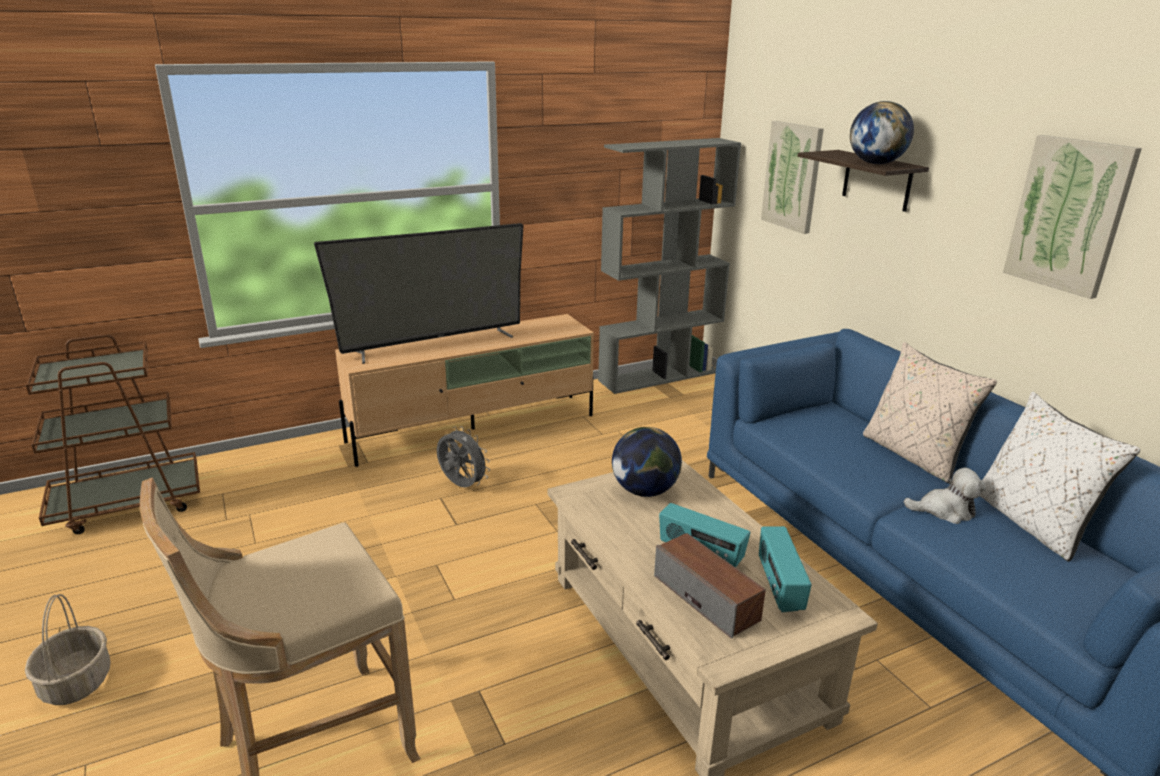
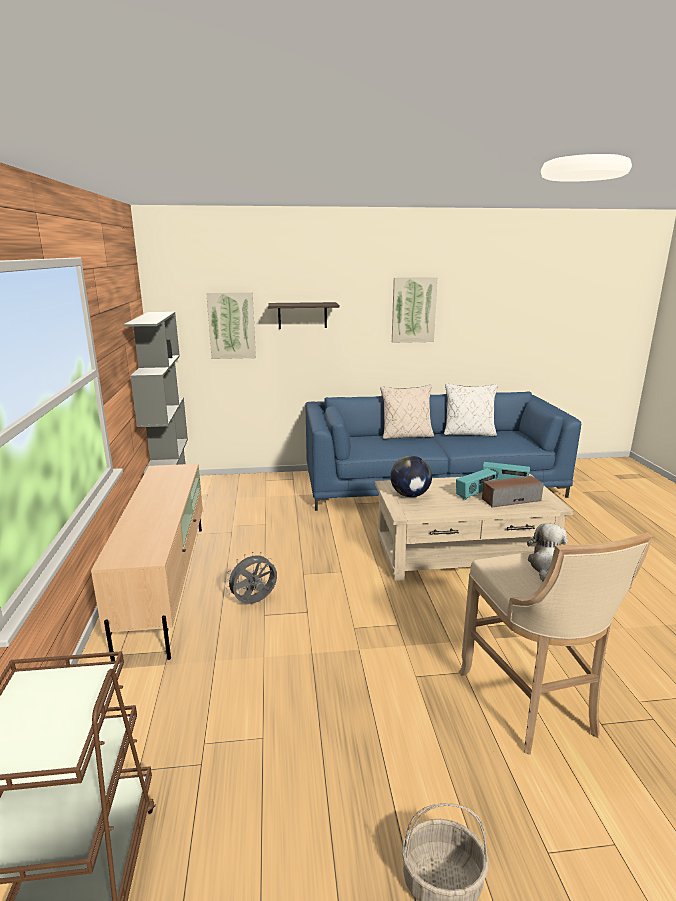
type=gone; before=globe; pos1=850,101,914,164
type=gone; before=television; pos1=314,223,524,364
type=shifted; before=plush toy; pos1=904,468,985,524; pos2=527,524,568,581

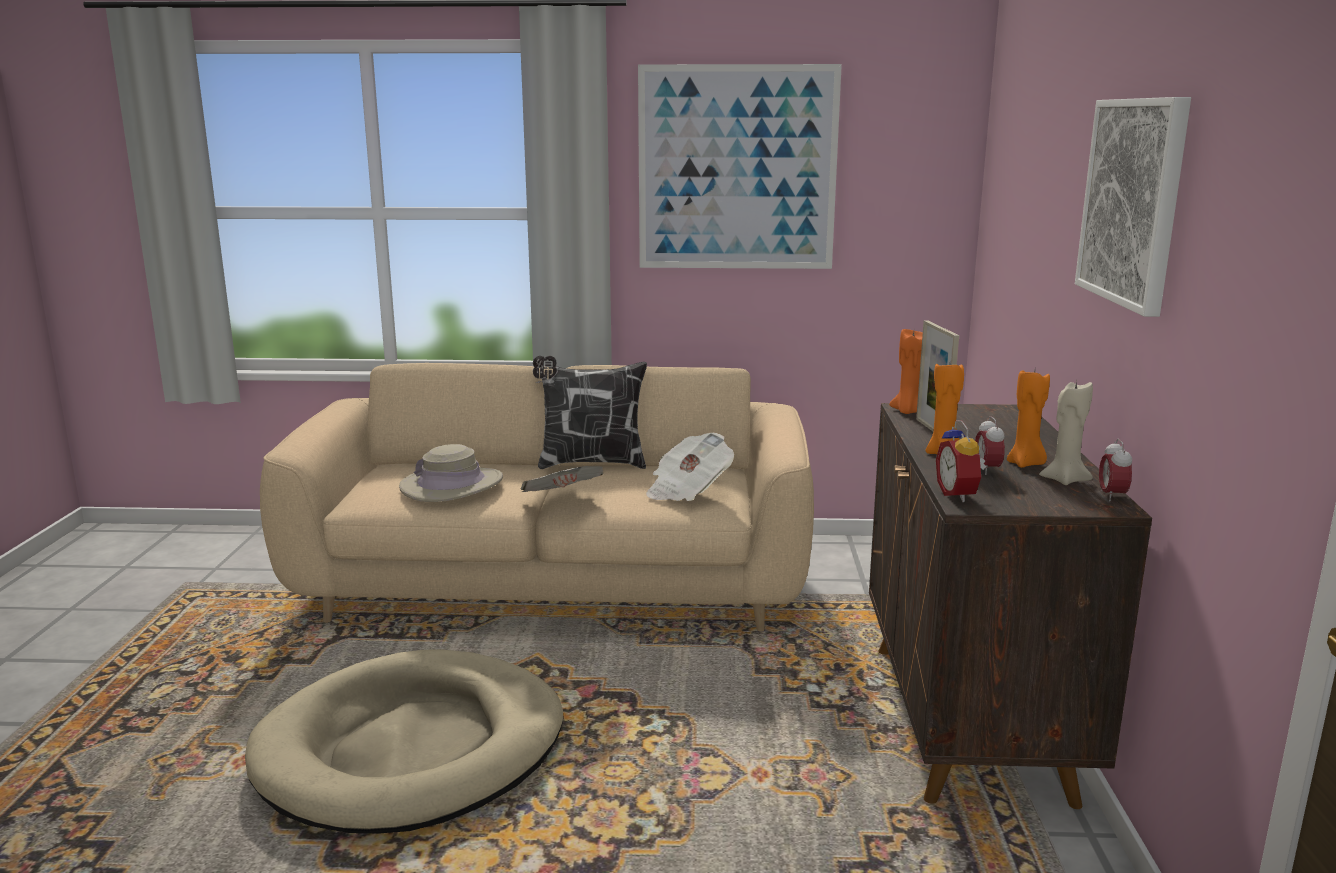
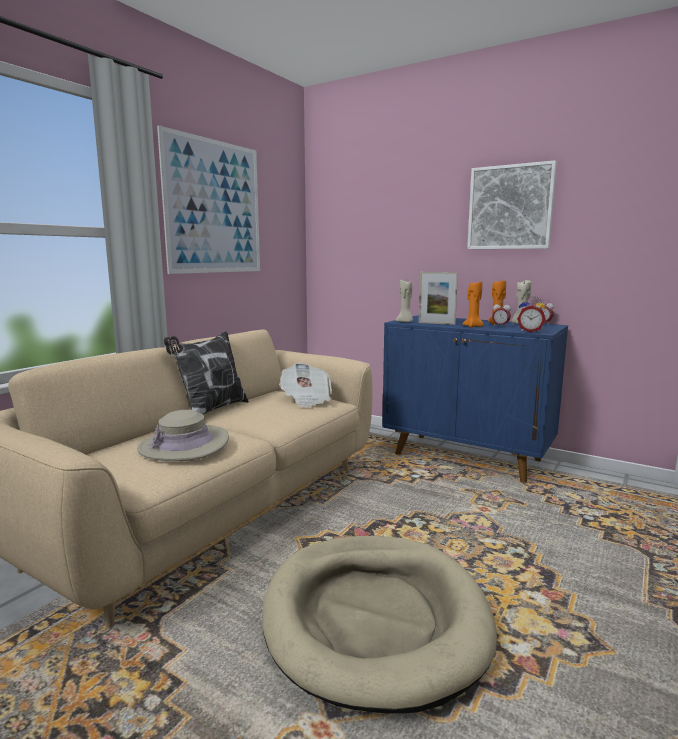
type=repainted; before=candle (orange); after=candle (beige); pos1=889,329,923,414; pos2=396,280,413,322
type=repainted; before=cabinet (brown); after=cabinet (blue); pos1=869,403,1152,809; pos2=382,316,568,483
type=gone; before=newspaper; pos1=521,466,603,492

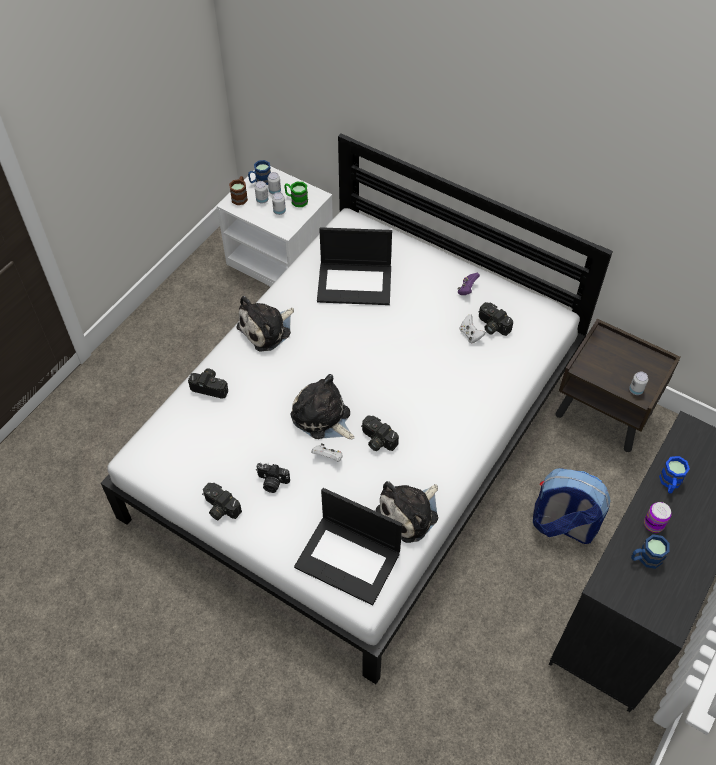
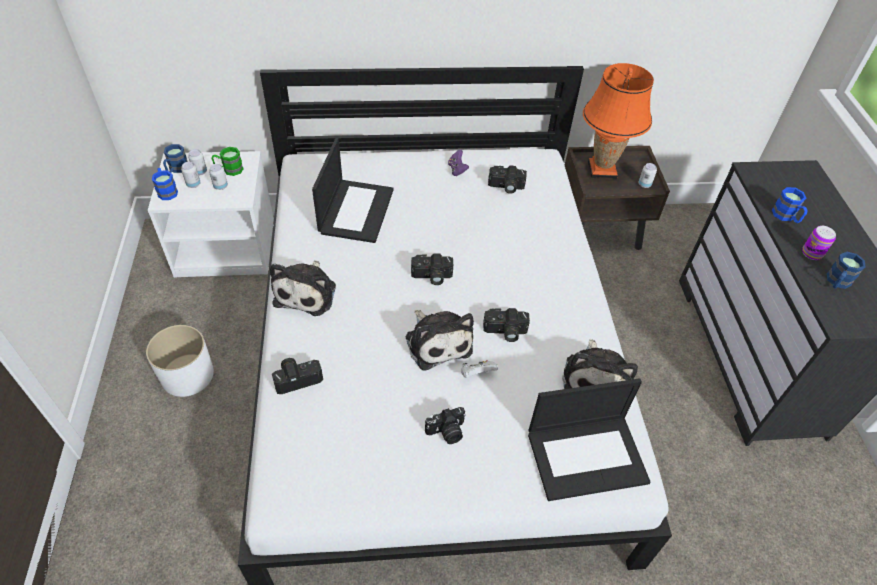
type=repainted; before=mug (brown); after=mug (blue); pos1=229,176,248,205; pos2=152,168,178,200
type=rotated; before=laptop; pos1=317,227,392,305; pos2=312,138,394,243; turn=-45
type=gone; before=game controller (white); pos1=460,314,486,343
type=rotated; before=plush toy; pos1=291,374,355,439; pos2=406,310,474,371; turn=-120
type=gone; before=backpack; pos1=533,468,611,544
type=shifted; before=photo camera; pos1=202,483,242,520; pos2=411,253,453,285
type=new; after=table lamp (orange); pos2=583,63,654,180
type=new; after=planter (white); pos2=146,325,214,397

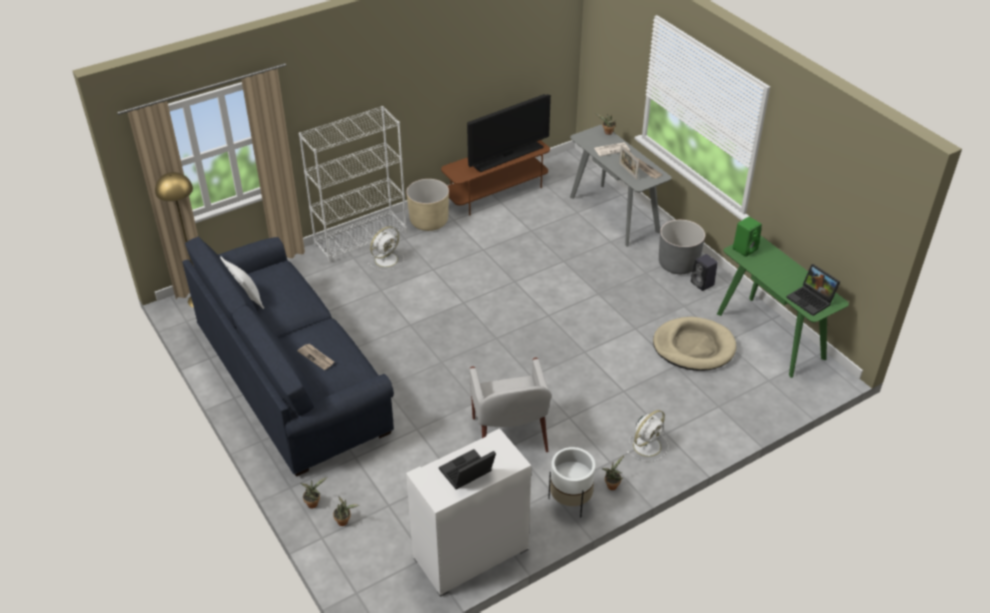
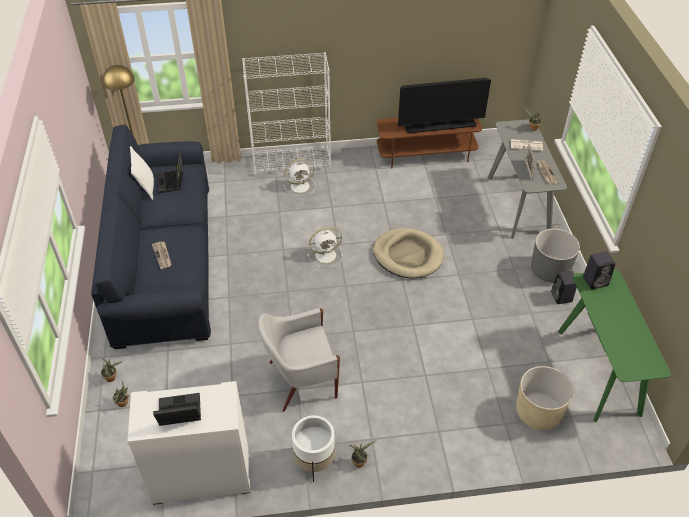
type=shifted; before=planter (beige); pos1=406,179,449,231; pos2=516,366,573,430
type=repainted; before=speaker (green); after=speaker (black); pos1=733,217,762,257; pos2=583,251,615,289
type=shifted; before=laptop; pos1=786,264,840,316; pos2=157,153,183,193
type=shifted; before=dog bed (beige); pos1=653,317,737,371; pos2=373,228,444,278
type=rotated; before=armchair (white); pos1=470,358,552,452; pos2=258,308,340,412; turn=60
type=shifted; before=fan (white); pos1=627,410,668,462; pos2=308,228,343,267

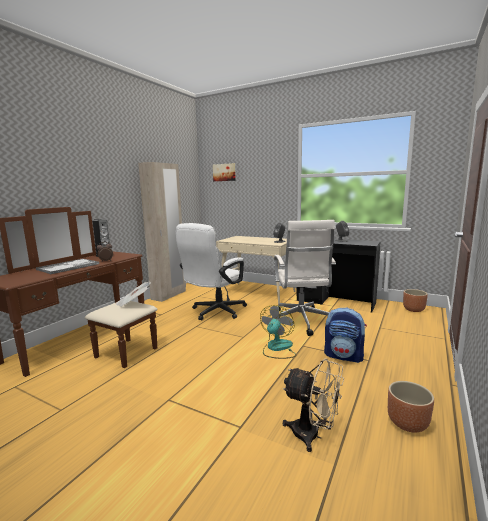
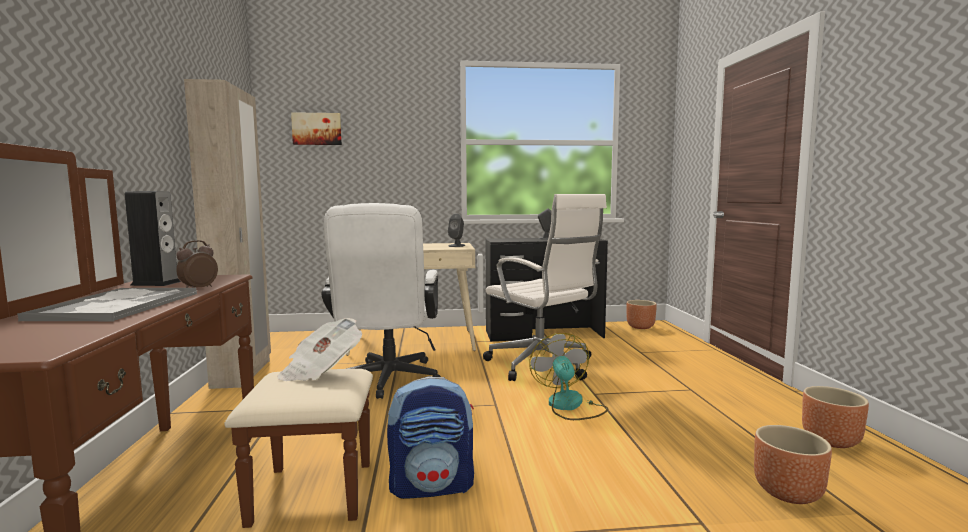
type=shifted; before=backpack; pos1=324,308,367,363; pos2=387,376,474,499
type=swapped; before=fan (beige); after=planter (brown); pos1=282,358,344,452; pos2=754,425,832,504

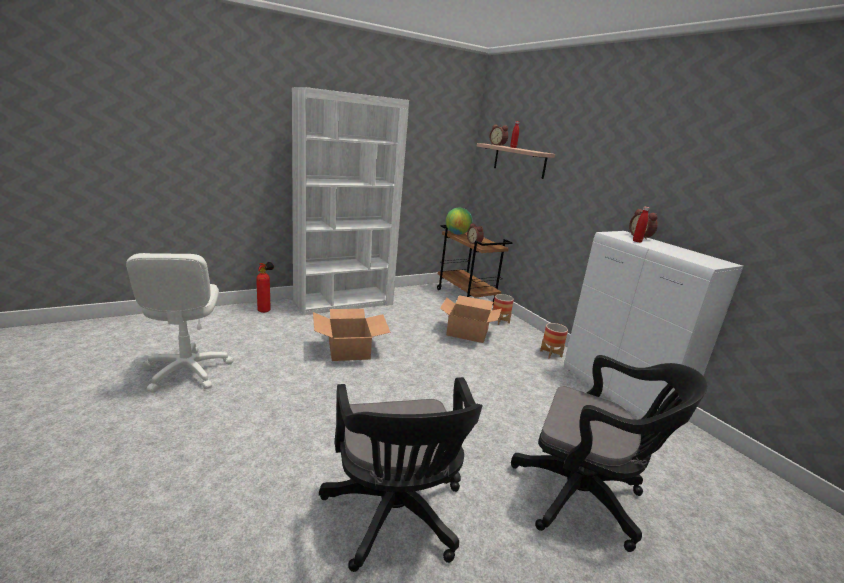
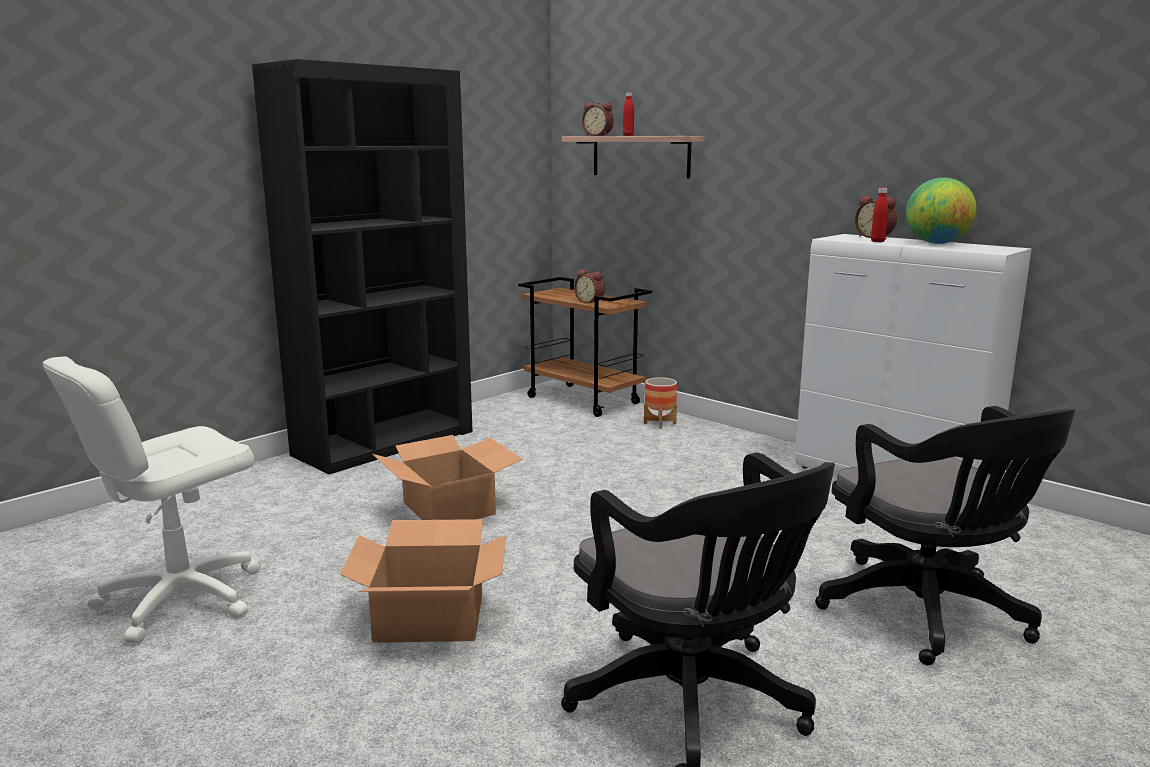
type=repainted; before=bookcase (white); after=bookcase (black); pos1=292,87,409,315; pos2=252,59,473,474
type=shifted; before=globe; pos1=446,208,472,235; pos2=906,177,977,244
type=rotated; before=office chair (white); pos1=126,253,233,392; pos2=42,356,261,643; turn=75
type=gone; before=fire extinguisher; pos1=256,262,274,313
type=shifted; before=cardboard box; pos1=440,295,502,343; pos2=340,519,506,643
type=gone; before=planter; pos1=540,323,568,359
type=rotated; before=office chair (black); pos1=511,355,708,552; pos2=815,406,1075,665; turn=60

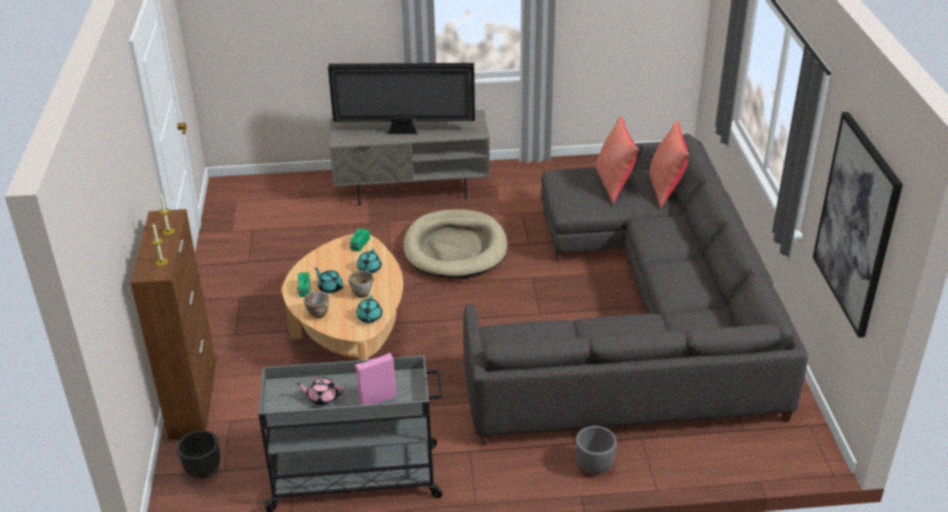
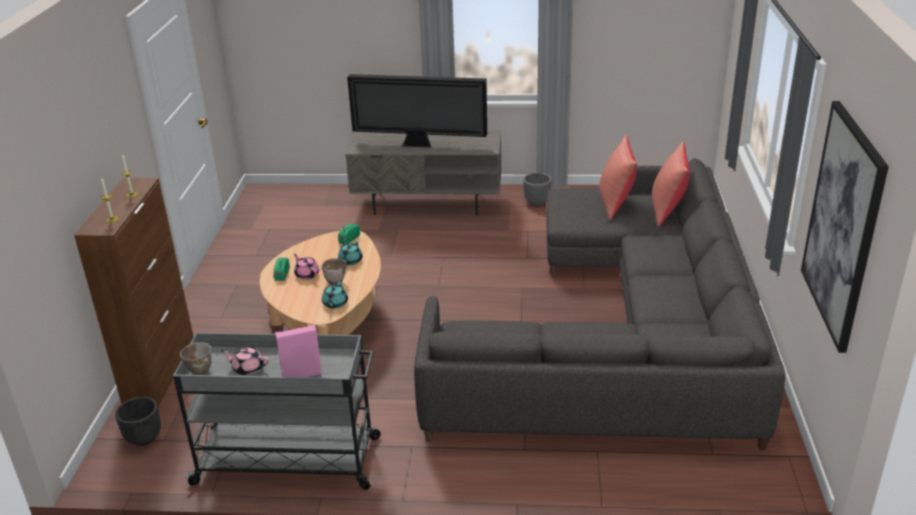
type=gone; before=dog bed (beige); pos1=403,209,507,278
type=repainted; before=teapot (turquoise); after=teapot (pink); pos1=315,268,344,293; pos2=294,254,319,280
type=shifted; before=bowl; pos1=304,291,329,318; pos2=180,342,212,375
type=shifted; before=planter (grey); pos1=576,426,617,474; pos2=523,173,552,206

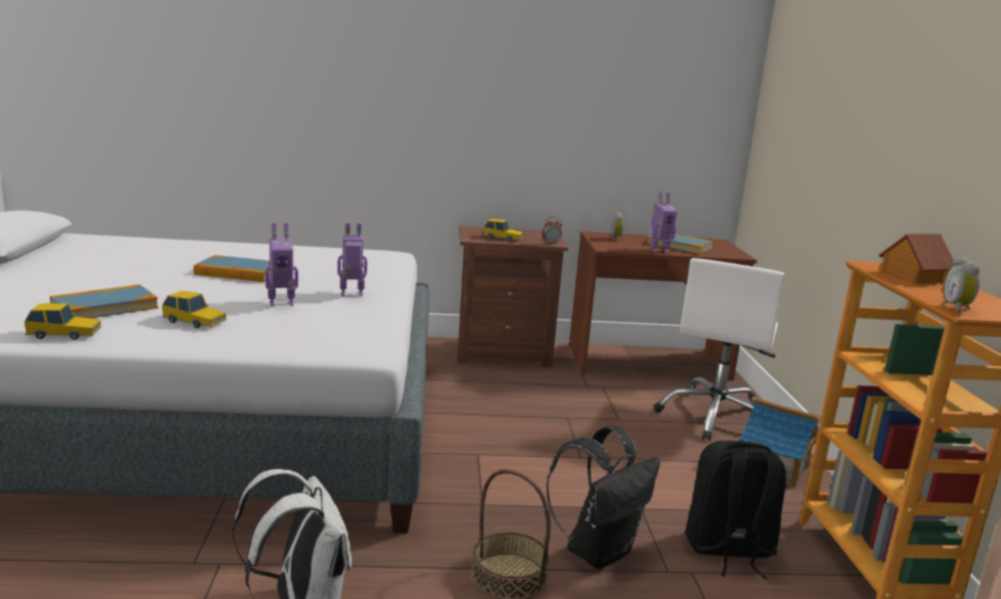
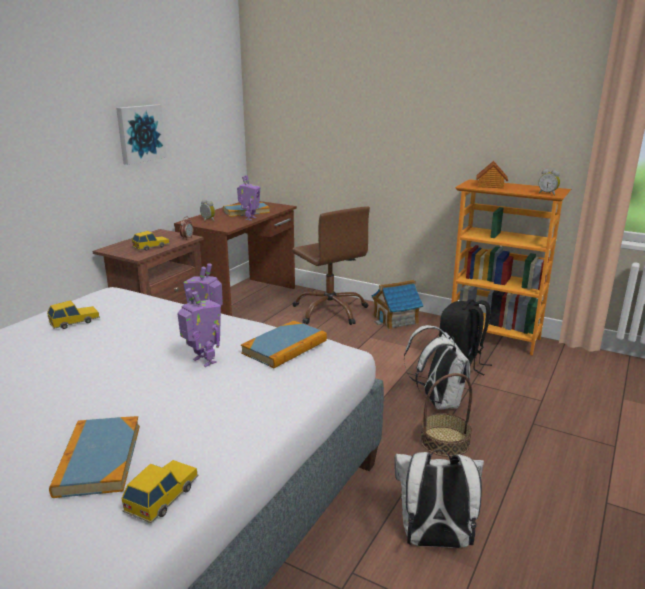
type=rotated; before=toy robot; pos1=265,223,298,306; pos2=177,288,221,367; turn=-60
type=shifted; before=book; pos1=193,255,270,282; pos2=241,320,327,368
type=repainted; before=office chair (white); after=office chair (brown); pos1=654,258,784,441; pos2=292,206,370,325
type=shifted; before=toy car; pos1=162,291,227,328; pos2=47,300,100,329
type=repainted; before=backpack (black); after=backpack (white); pos1=546,426,660,569; pos2=404,325,470,410
type=new; after=picture; pos2=116,105,167,165

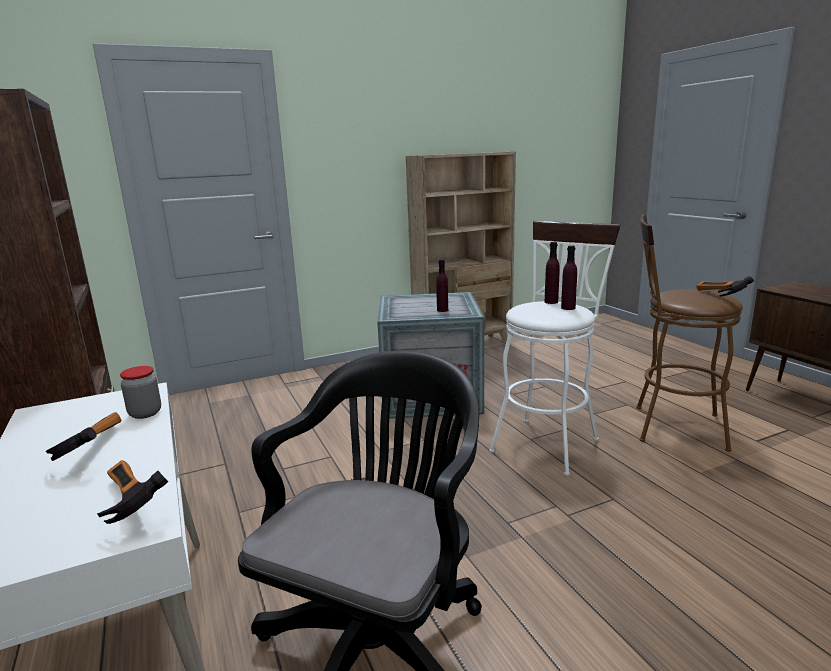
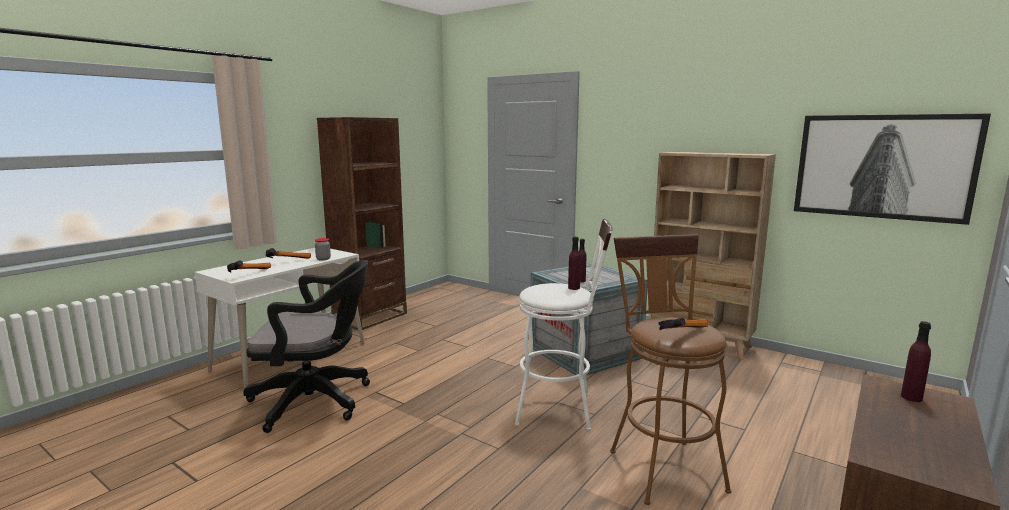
type=shifted; before=bottle (purple); pos1=561,245,577,310; pos2=901,321,931,402
type=new; after=picture; pos2=794,114,991,225

